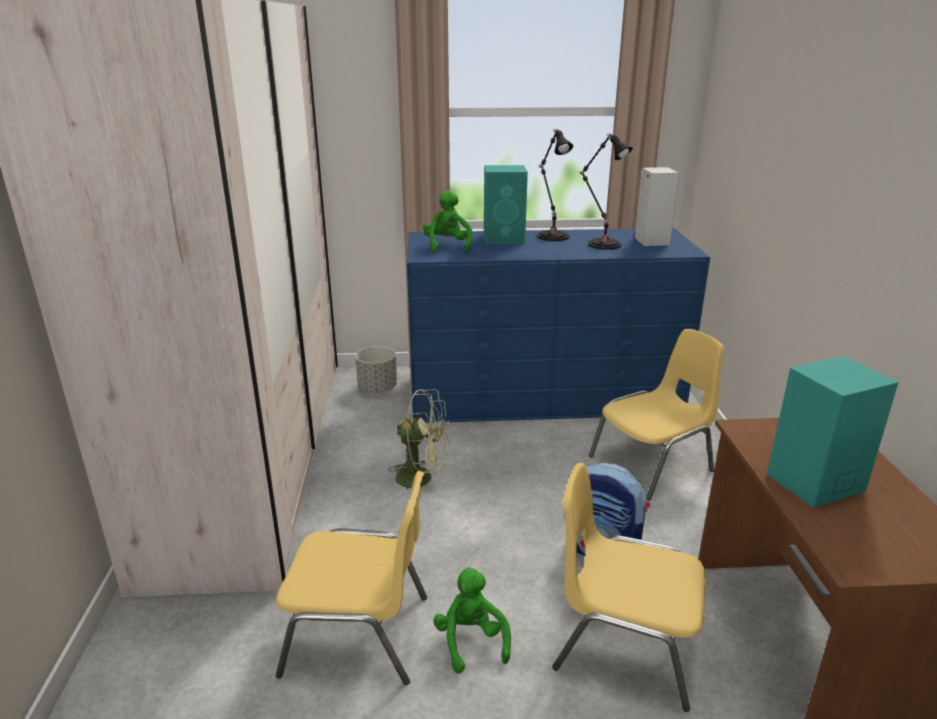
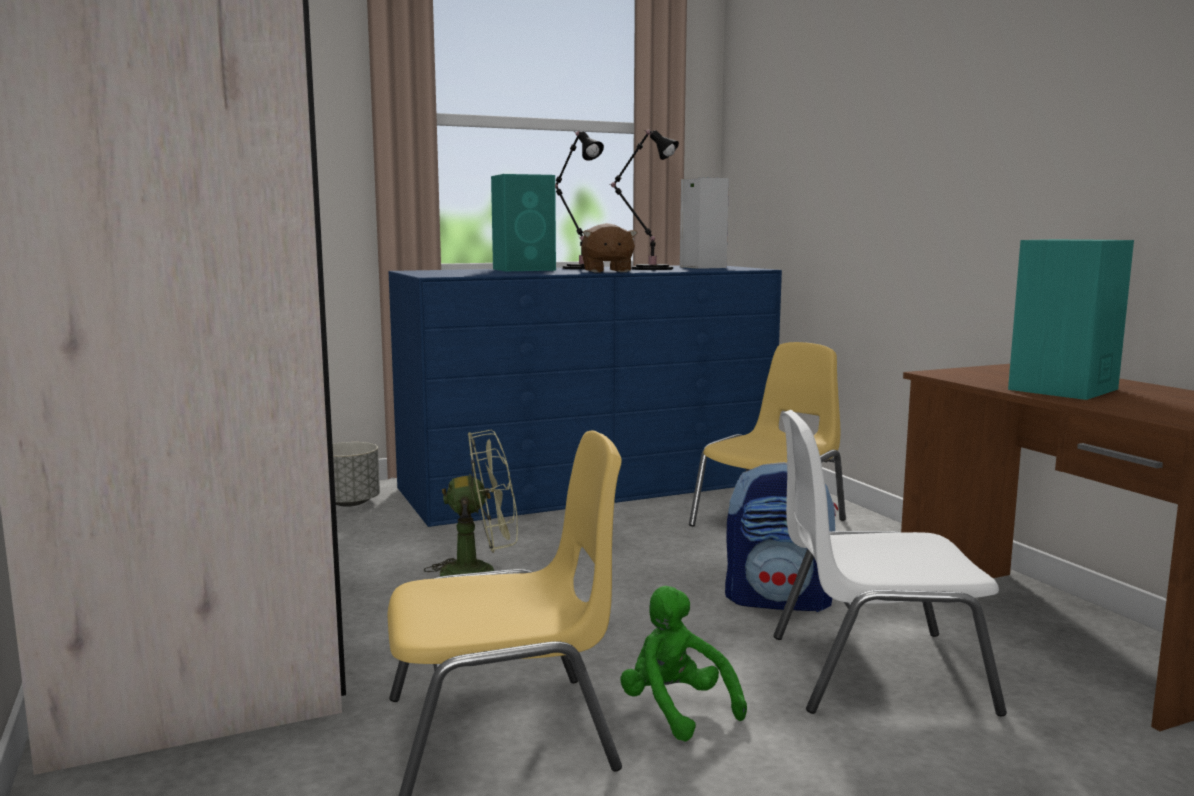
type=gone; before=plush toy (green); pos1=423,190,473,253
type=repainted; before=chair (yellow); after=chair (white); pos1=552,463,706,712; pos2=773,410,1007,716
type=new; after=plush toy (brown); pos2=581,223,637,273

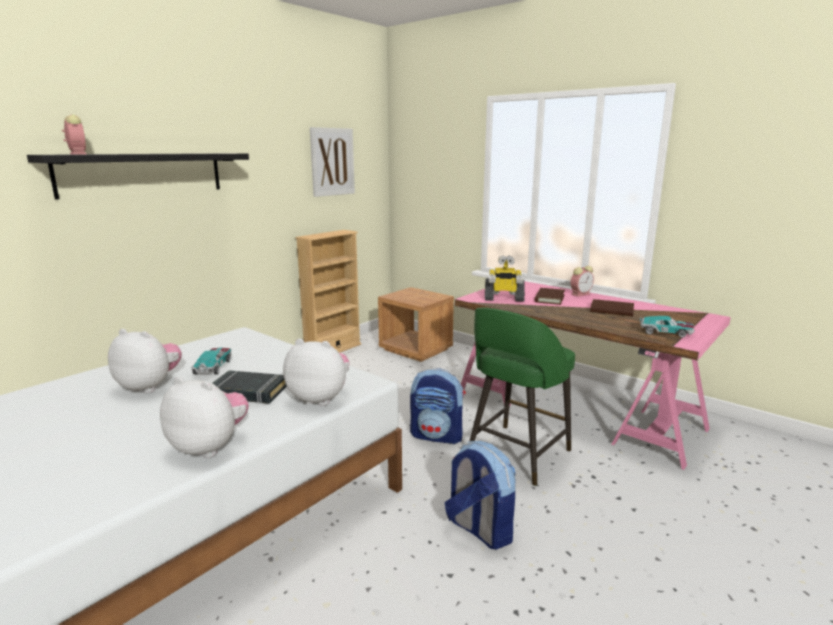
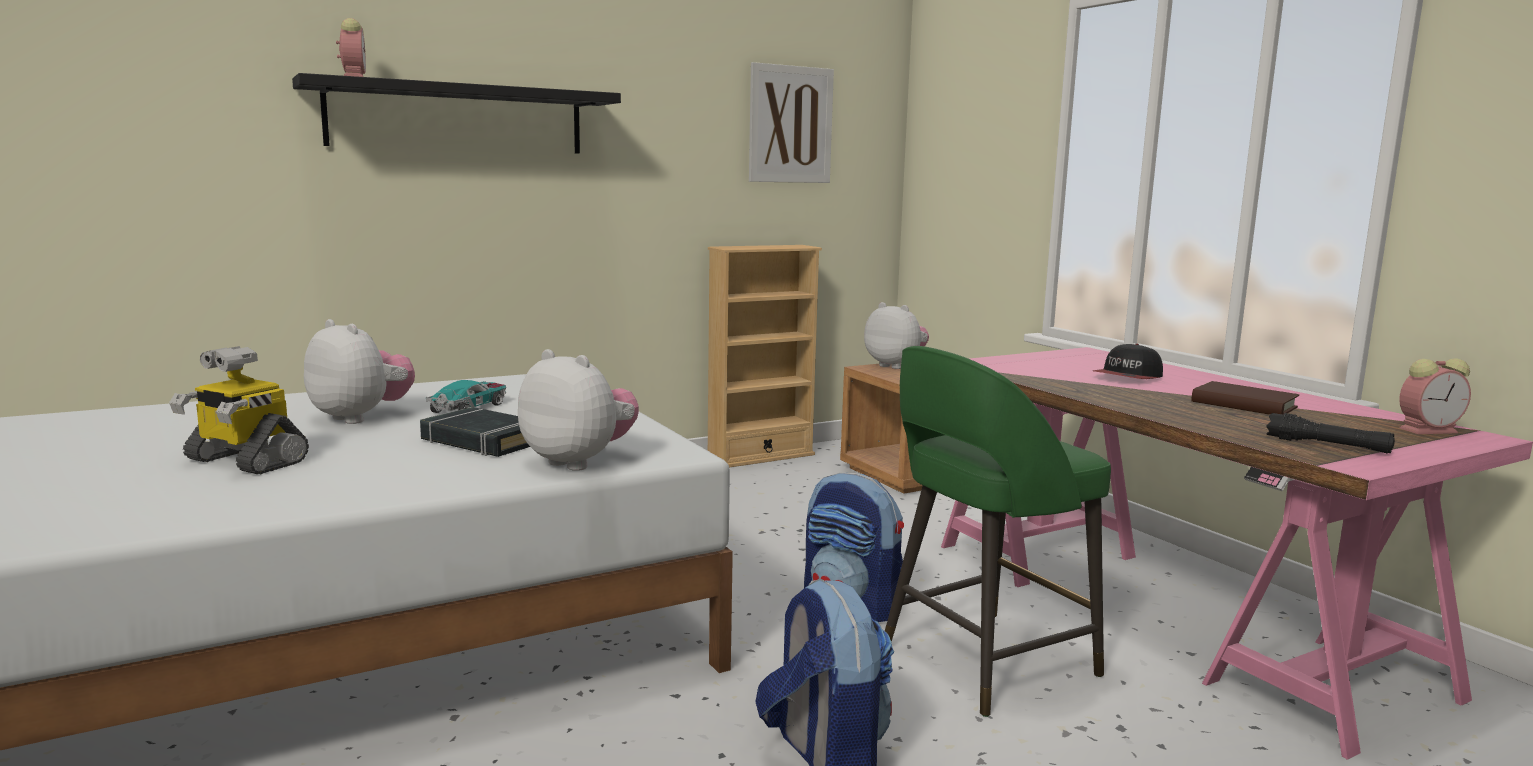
type=shifted; before=toy robot; pos1=485,255,525,302; pos2=169,346,309,474
type=shifted; before=alarm clock; pos1=571,266,594,297; pos2=1399,358,1471,434
type=swapped; before=book (brown); after=cap; pos1=534,288,565,305; pos2=1093,344,1163,379
type=swapped; before=toy car; after=flashlight (black); pos1=640,316,695,337; pos2=1266,413,1395,453
type=shifted; before=plush toy; pos1=160,377,249,458; pos2=864,302,929,369

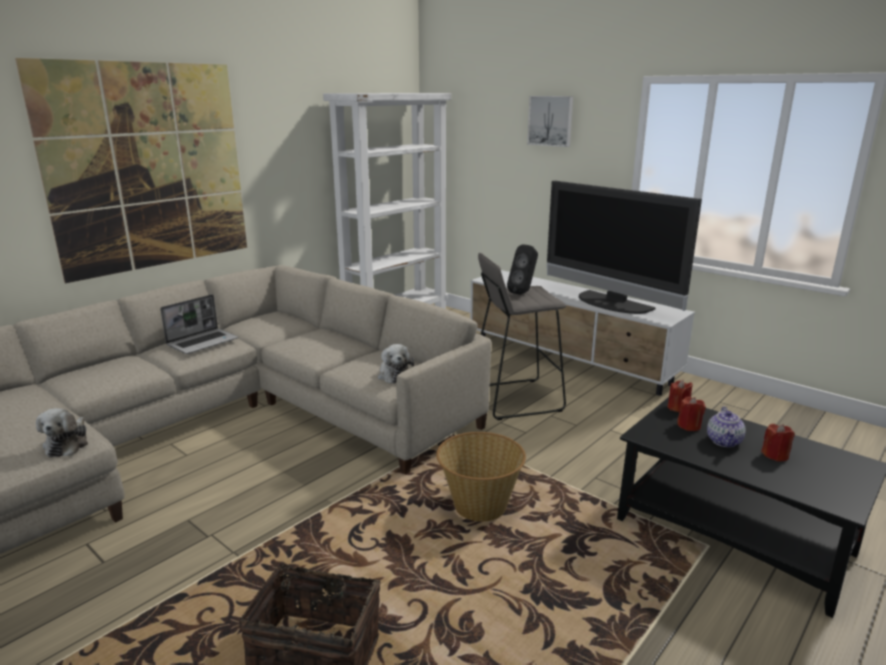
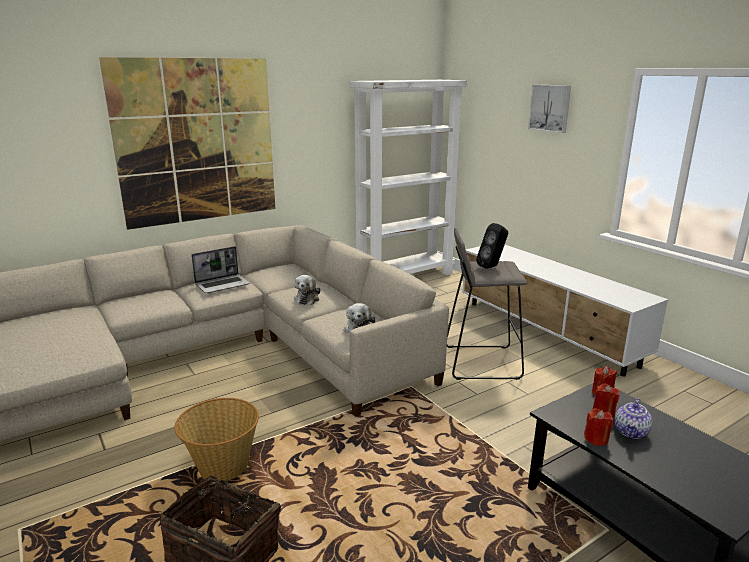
type=gone; before=television; pos1=547,181,702,314
type=shifted; before=plush toy; pos1=36,408,88,457; pos2=294,275,320,305
type=shifted; before=candle (red); pos1=761,424,795,461; pos2=584,408,614,446
type=shifted; before=basket; pos1=436,432,526,521; pos2=174,398,259,481

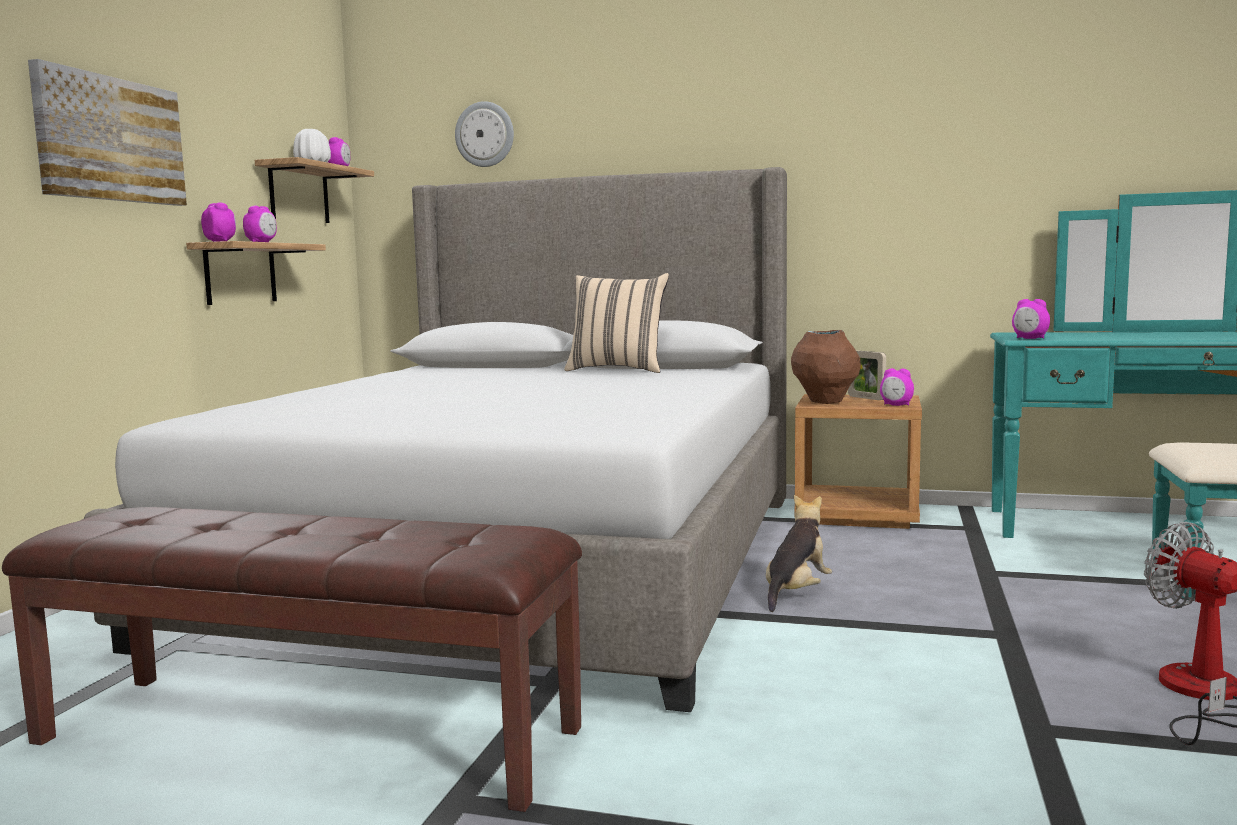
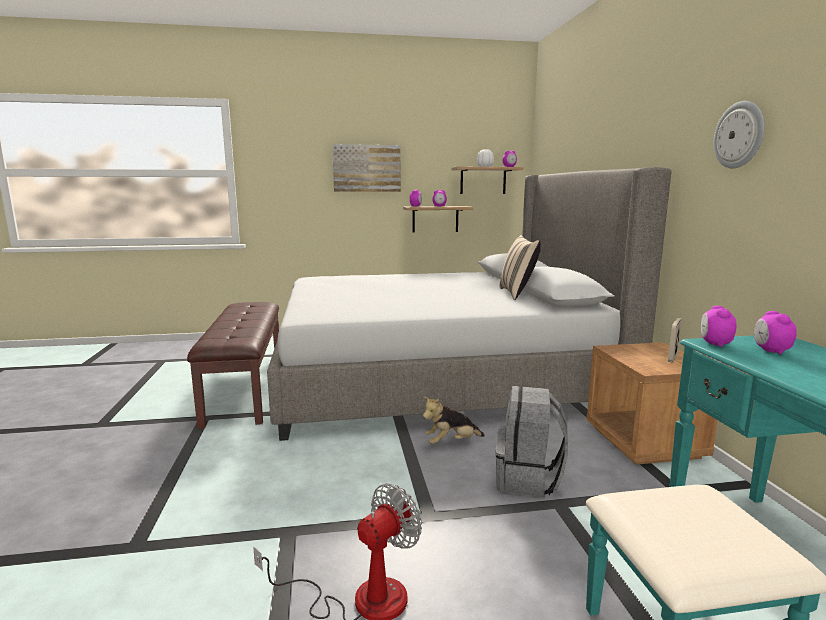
type=shifted; before=wall clock; pos1=455,101,514,167; pos2=713,101,764,168
type=gone; before=vase (brown); pos1=791,330,861,404
type=shifted; before=alarm clock; pos1=880,368,914,406; pos2=754,311,797,355
type=rotated; before=plush toy; pos1=766,495,832,612; pos2=423,397,485,444; turn=150
type=new; after=backpack (grey); pos2=495,386,568,497

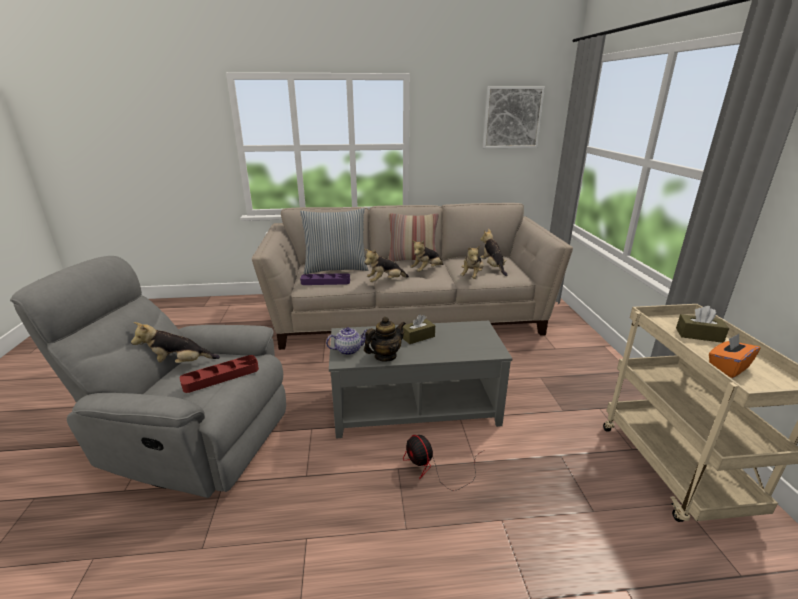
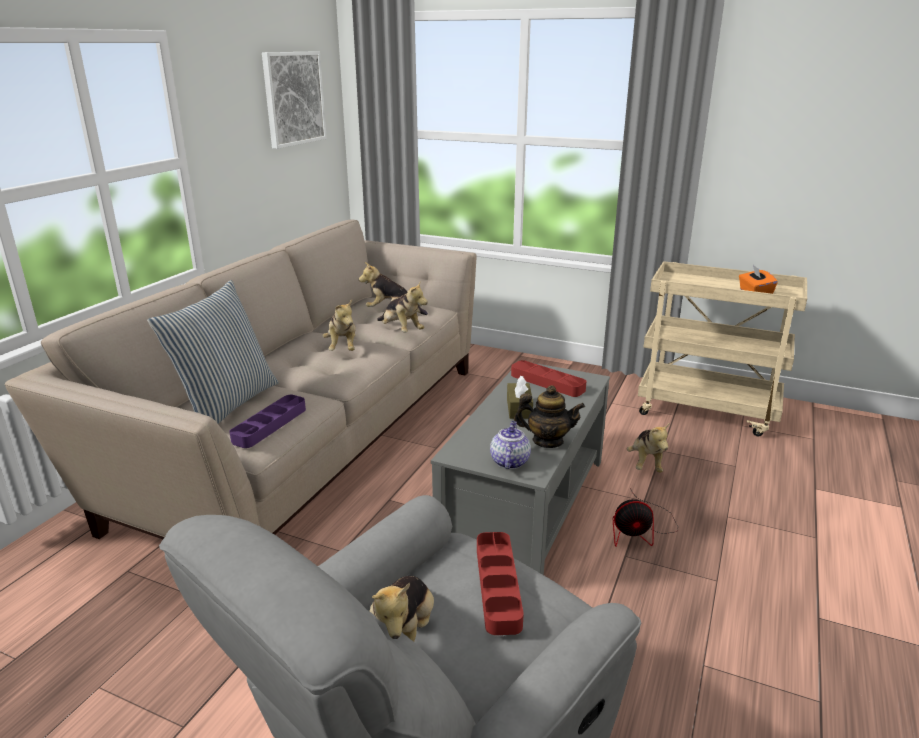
type=gone; before=pillow; pos1=388,213,439,261
type=shifted; before=plush toy; pos1=364,249,409,282; pos2=627,424,669,473
type=gone; before=tissue box (brown); pos1=676,306,729,343
type=rotated; before=teapot; pos1=364,317,406,361; pos2=514,385,585,448; turn=105
type=new; after=tray (red); pos2=511,360,586,397

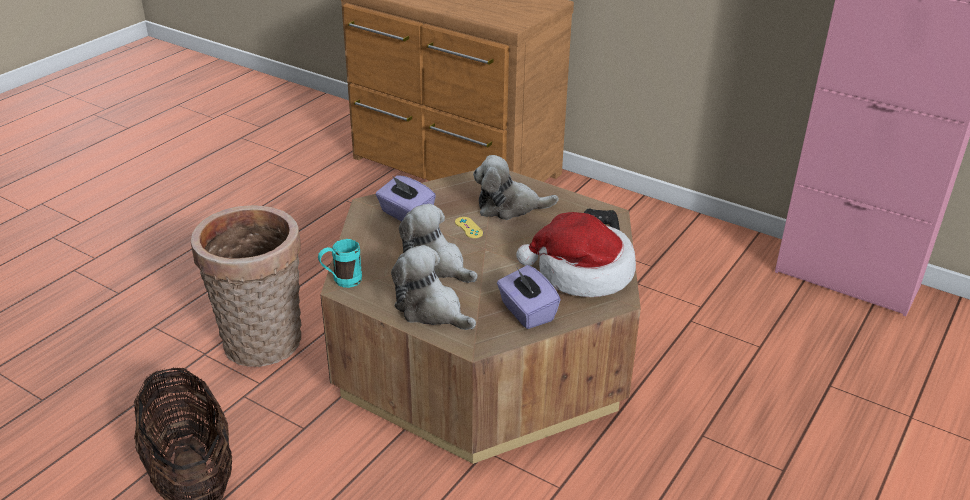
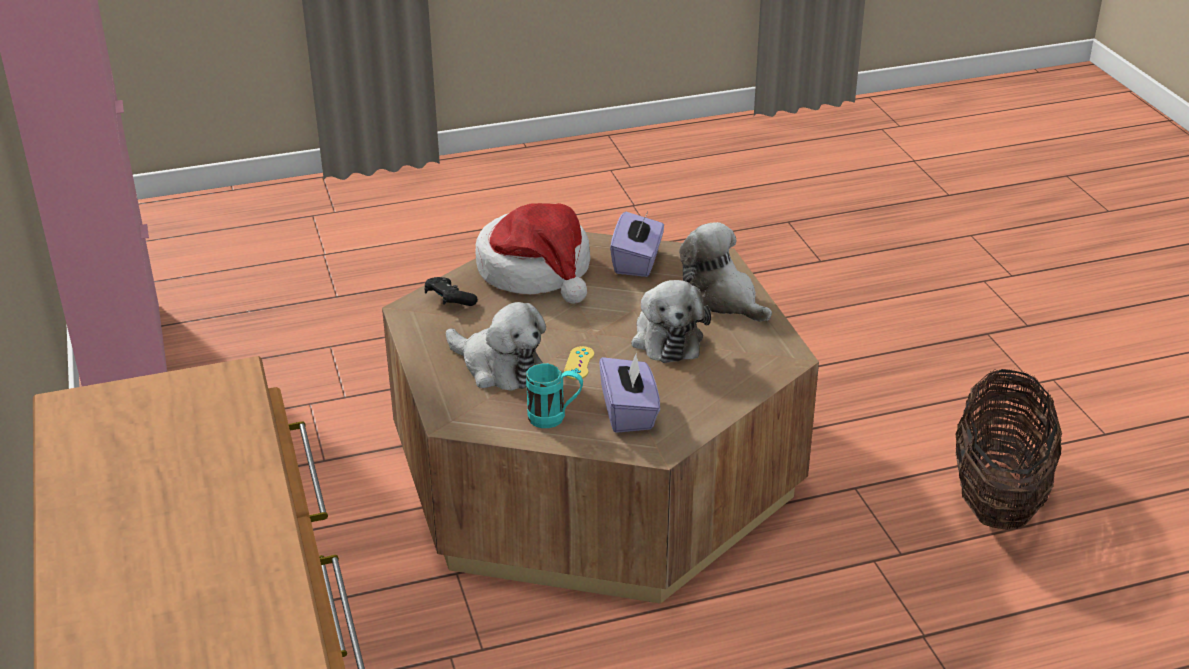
type=gone; before=basket; pos1=191,205,302,367
type=shifted; before=mug (turquoise); pos1=318,239,362,288; pos2=526,363,583,428
type=rotated; before=plush toy; pos1=391,245,476,330; pos2=679,222,772,322; turn=150

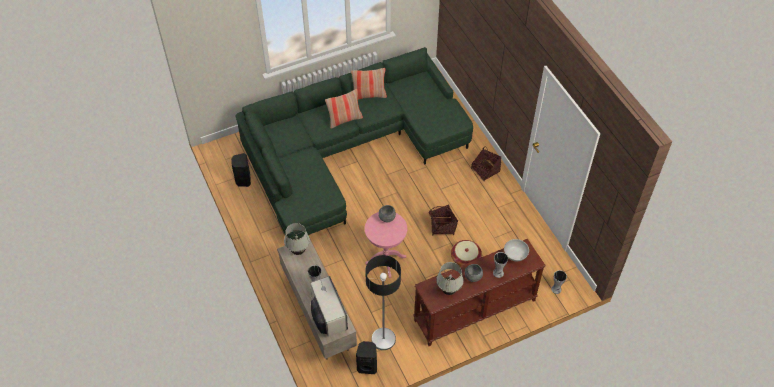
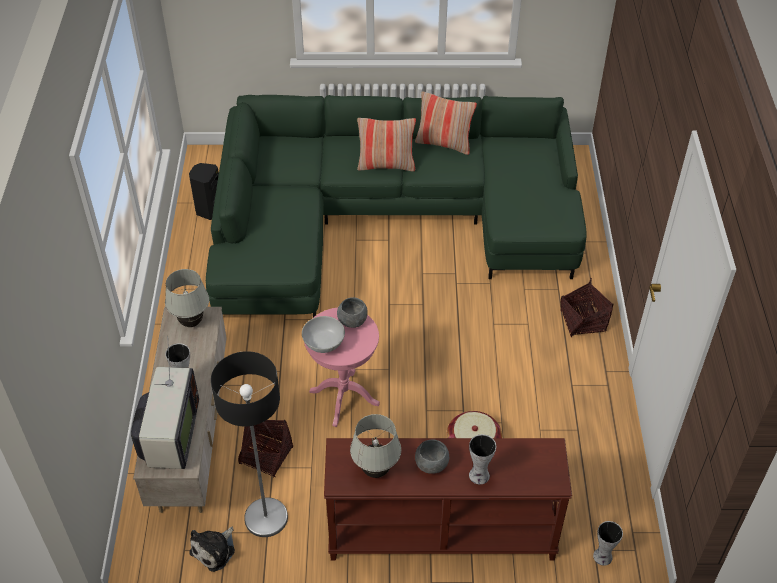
type=shifted; before=basket; pos1=429,204,458,235; pos2=238,420,293,478
type=shifted; before=bowl (white); pos1=504,239,529,261; pos2=302,316,345,353
type=swapped; before=speaker (black); after=plush toy; pos1=356,341,377,374; pos2=189,527,235,572

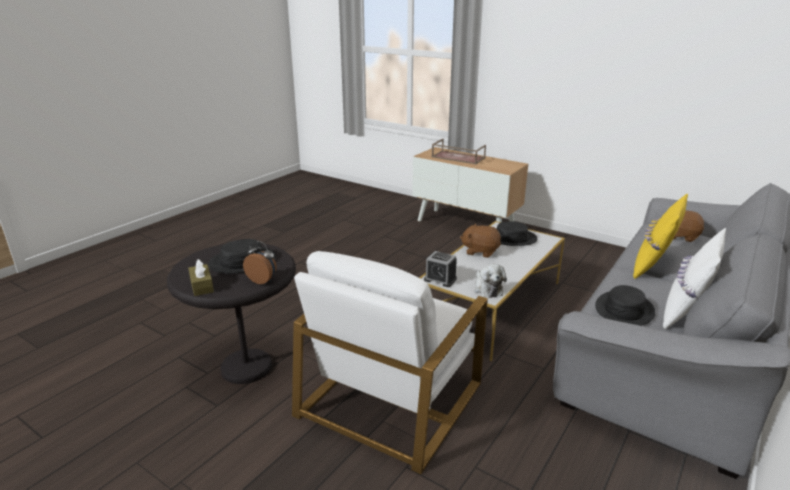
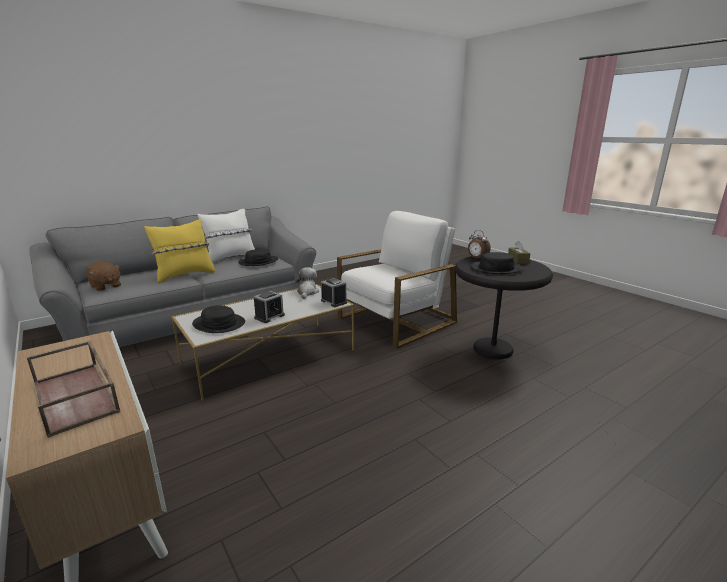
type=swapped; before=plush toy (brown); after=alarm clock; pos1=460,223,501,258; pos2=254,291,285,323

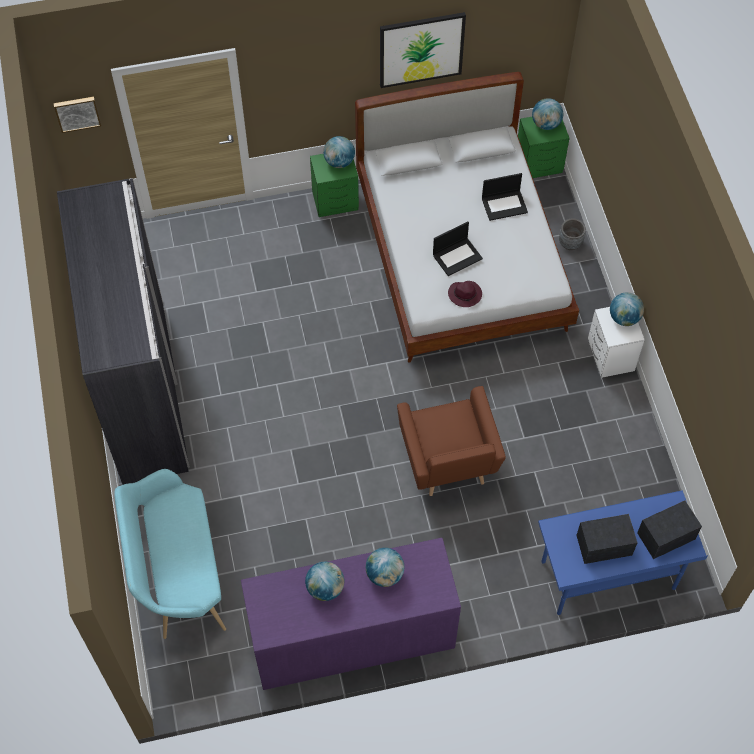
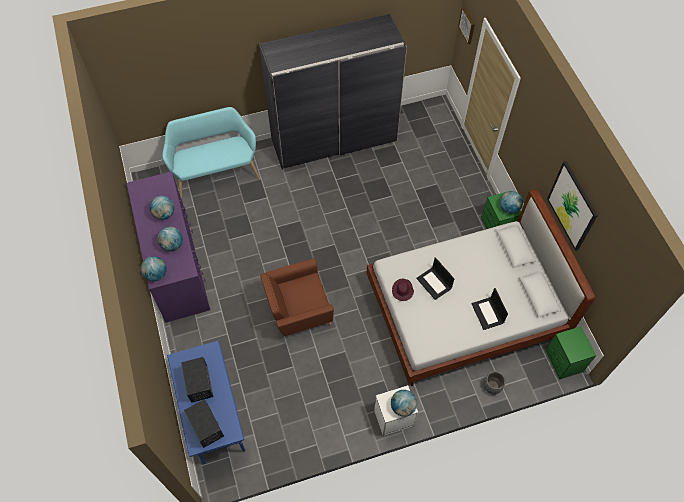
type=shifted; before=globe; pos1=532,98,563,130; pos2=141,256,167,282

